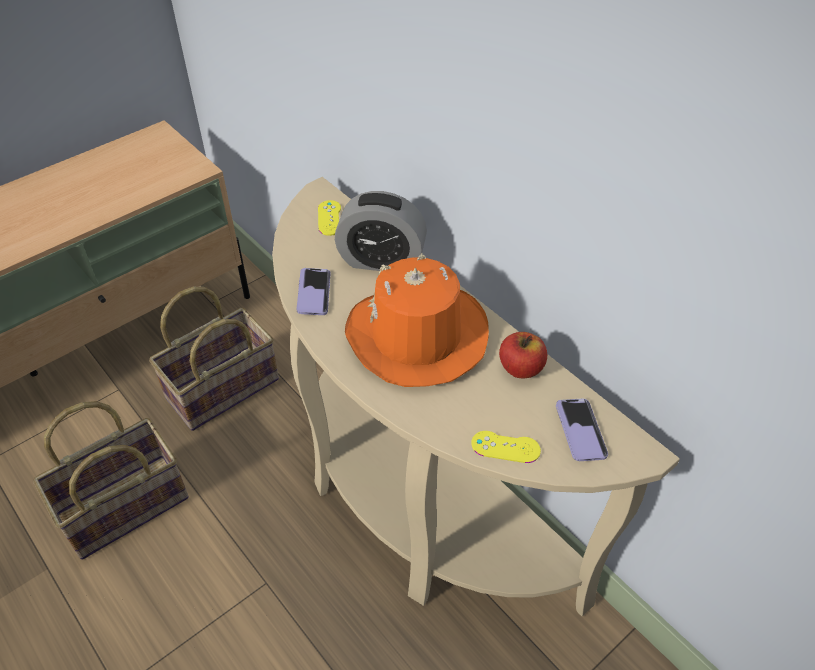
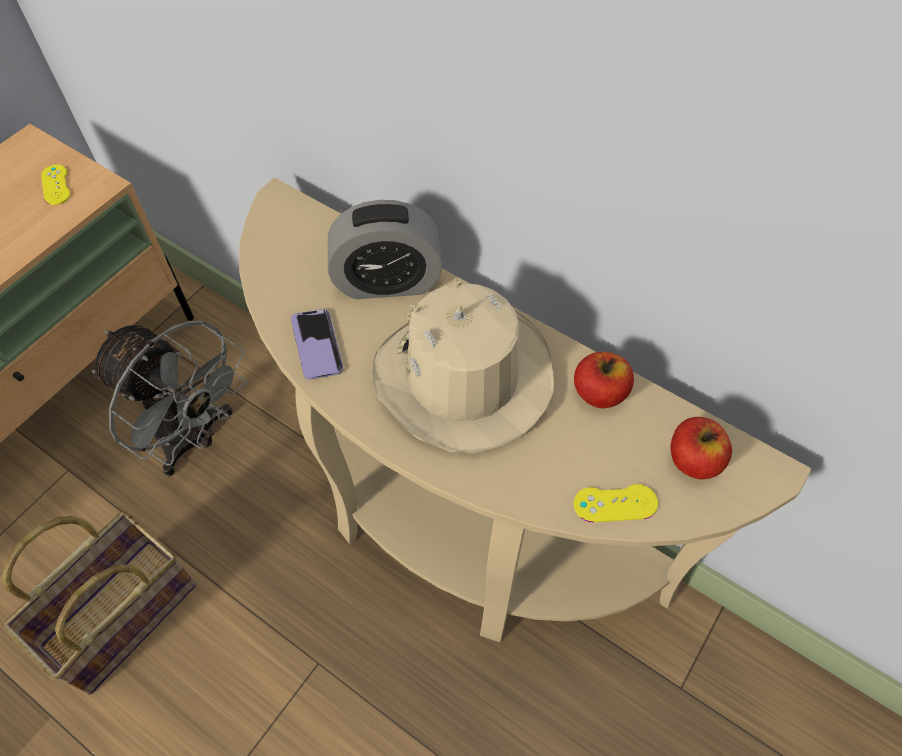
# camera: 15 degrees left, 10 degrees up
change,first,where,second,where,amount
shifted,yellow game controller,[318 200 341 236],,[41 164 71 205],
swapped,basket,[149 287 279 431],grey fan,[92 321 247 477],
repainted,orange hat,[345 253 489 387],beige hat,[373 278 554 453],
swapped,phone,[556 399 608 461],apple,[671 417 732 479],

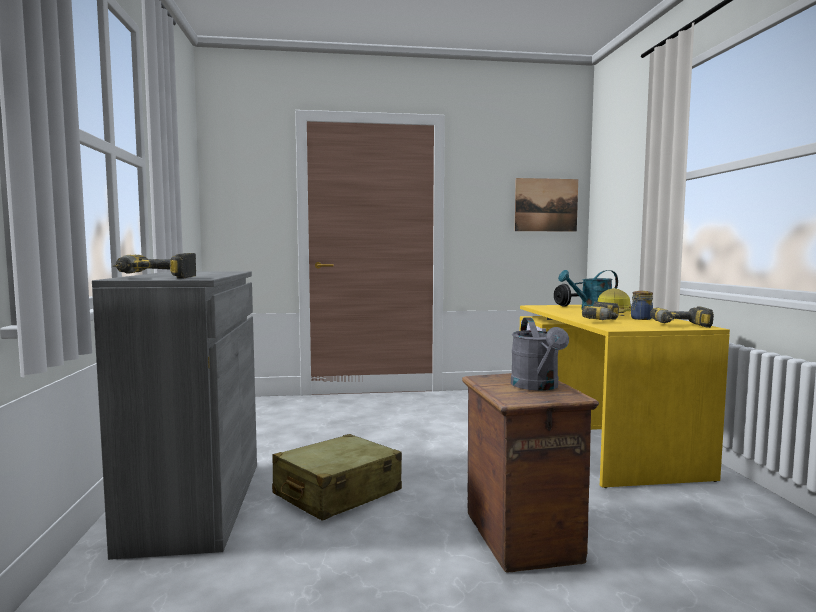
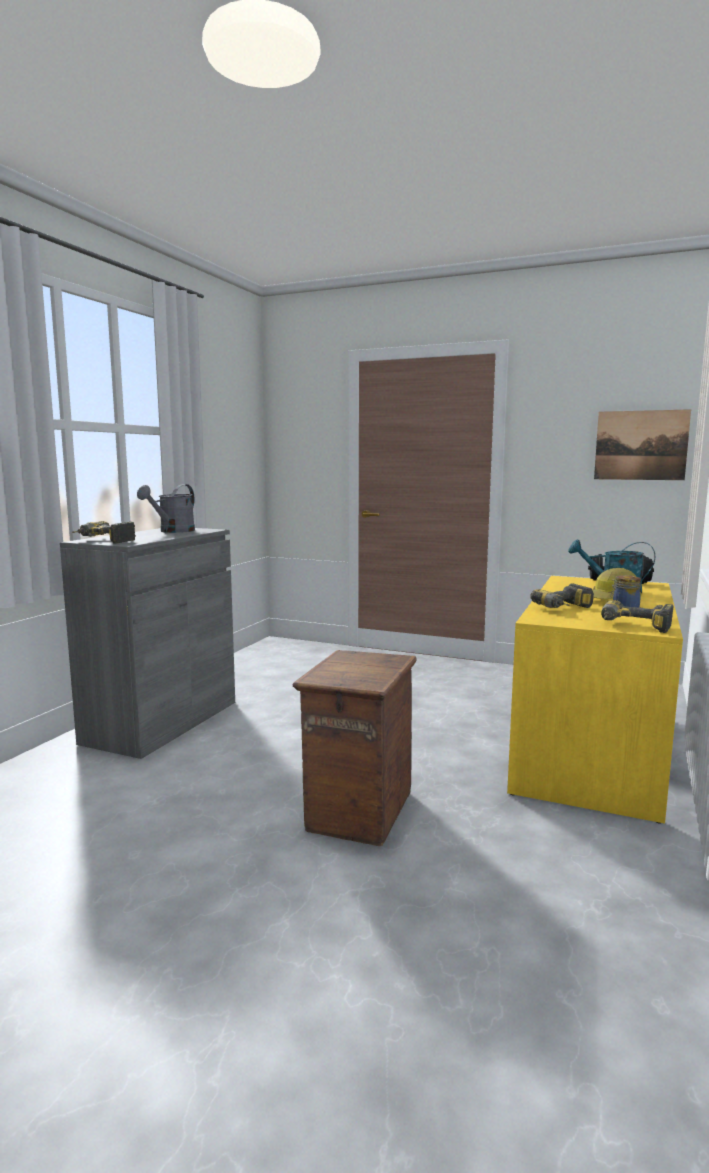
# camera: 30 degrees right, 5 degrees up
change,first,where,second,where,amount
shifted,grey watering can,[511 317 569 391],,[137 484 195 533],
gone,beige suitcase,[272 434 402 521],,,

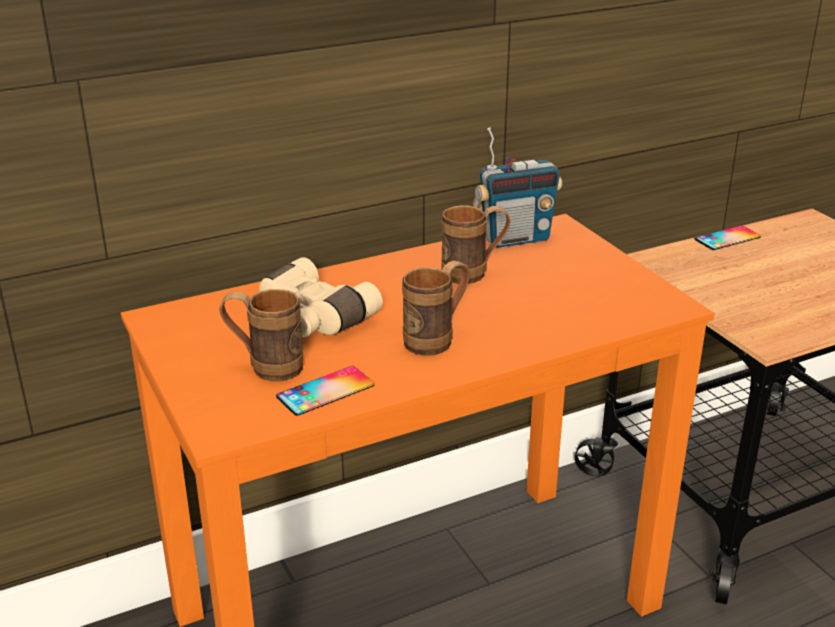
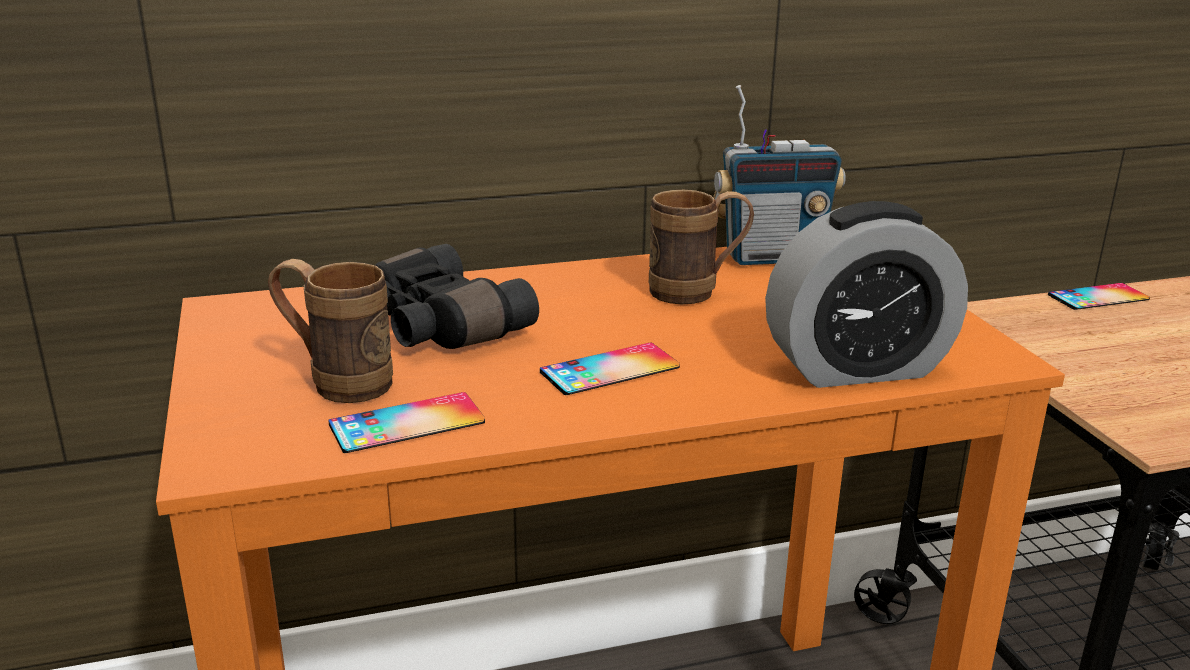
# camera: 10 degrees right, 5 degrees down
change,first,where,second,where,amount
repainted,beige binoculars,[259 257 383 337],black binoculars,[375 244 539 349],
swapped,brown mug,[402 261 470 356],phone,[540 343 680 395],
new,,,alarm clock,[765 201 968 388],

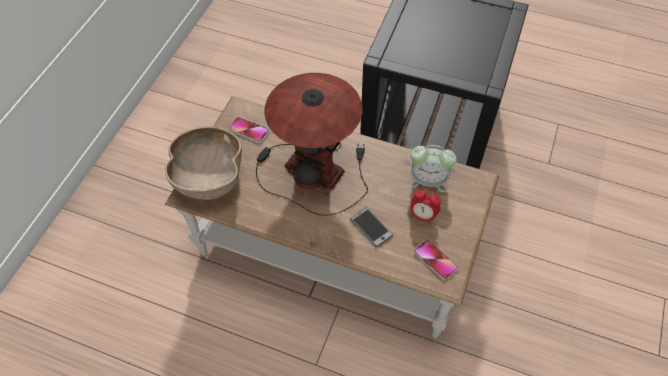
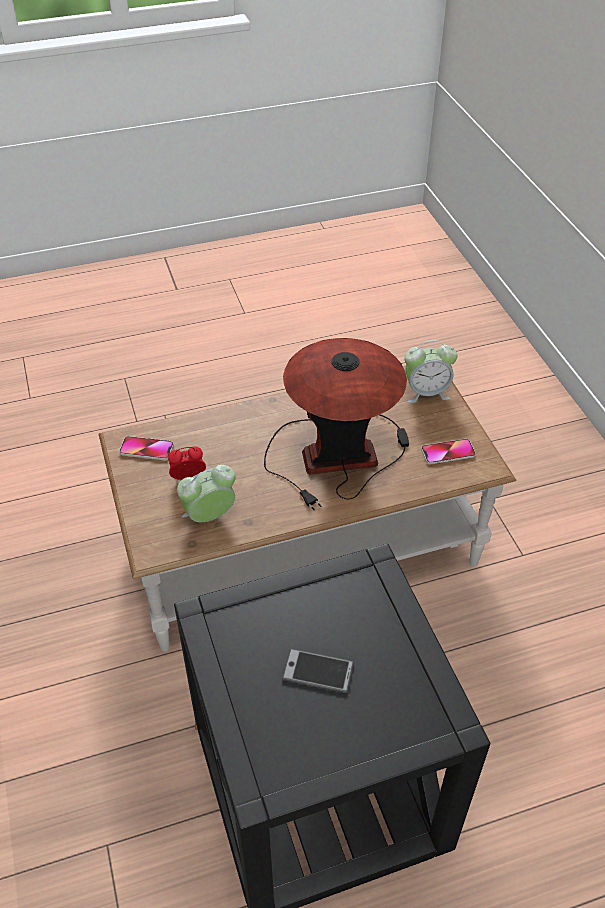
# camera: 140 degrees right, 10 degrees down
change,first,where,second,where,amount
shifted,phone,[350 207 393 248],,[282 649 354 693],
swapped,brown bowl,[165 126 242 200],alarm clock,[404 340 458 403],

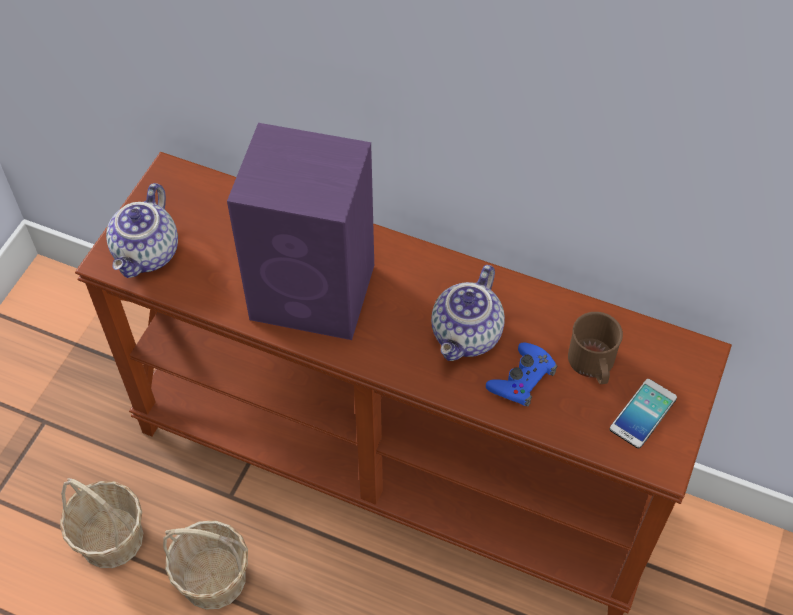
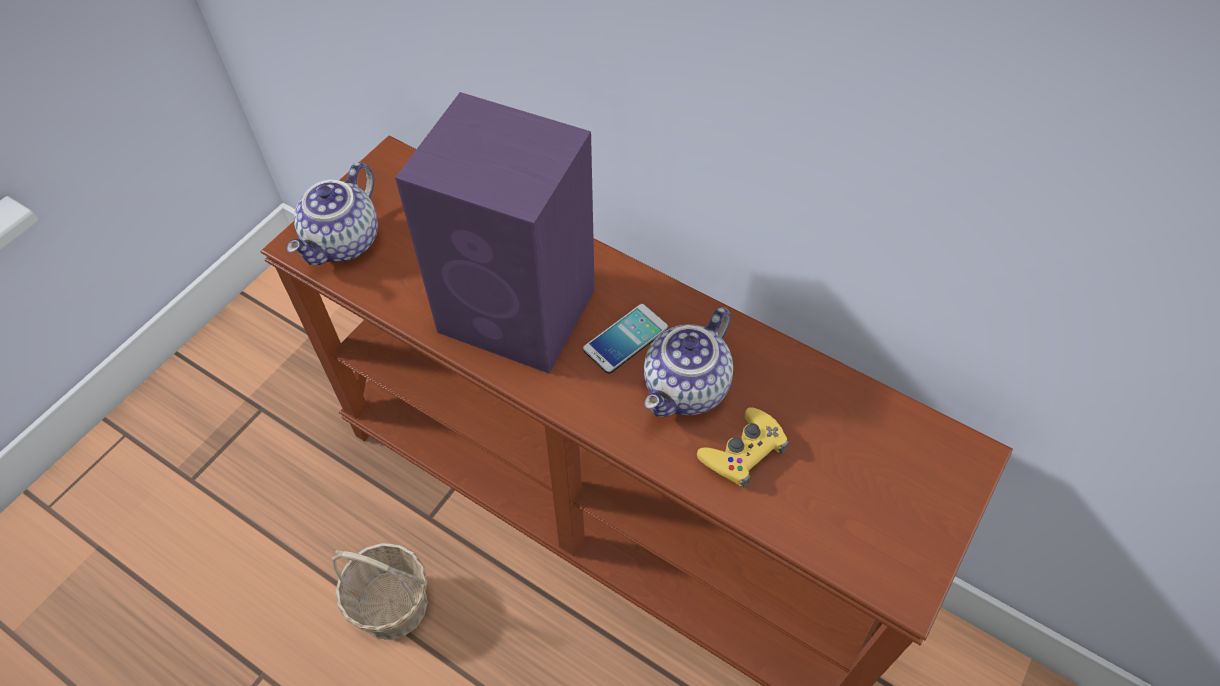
# camera: 10 degrees right, 0 degrees up
change,first,where,second,where,amount
shifted,phone,[610 379 677 449],,[583 304 668 374],
repainted,blue game controller,[486 343 557 407],yellow game controller,[697 407 789 488],
gone,basket,[60 478 143 568],,,
gone,brown mug,[568 312 623 384],,,

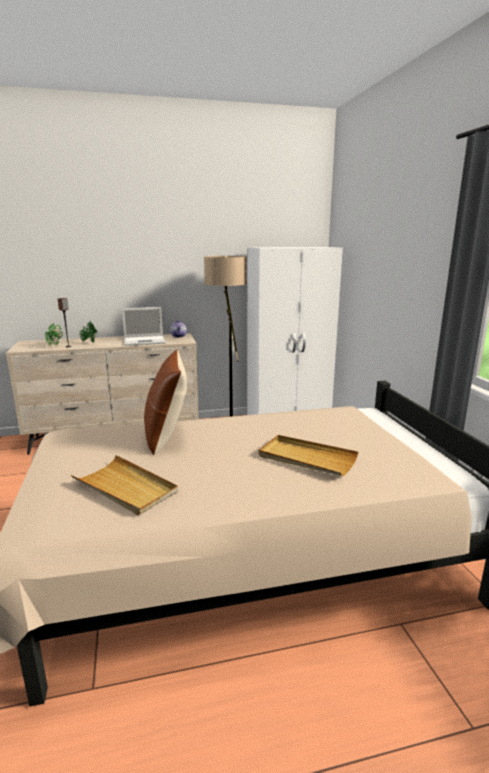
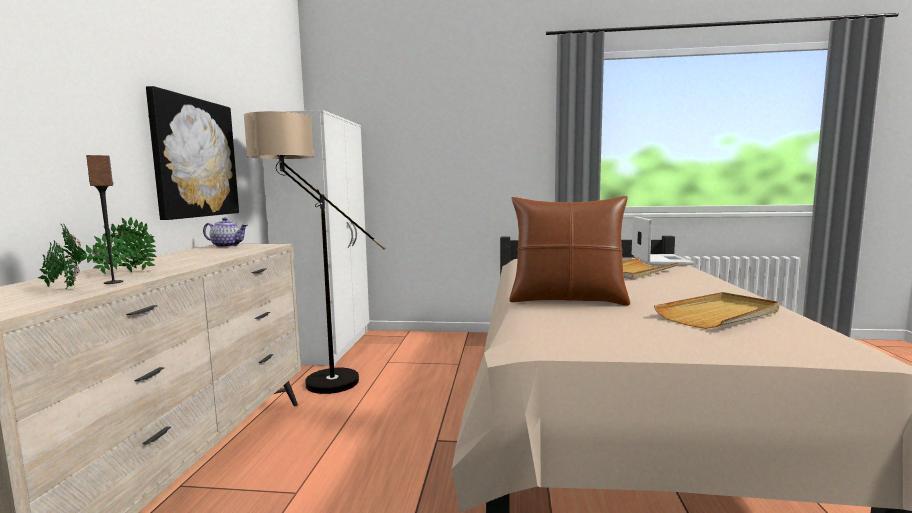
# camera: 70 degrees left, 10 degrees down
change,first,where,second,where,amount
new,,,picture,[146 86 239 220],
shifted,laptop,[122 307 166 346],,[632 216 694 265],

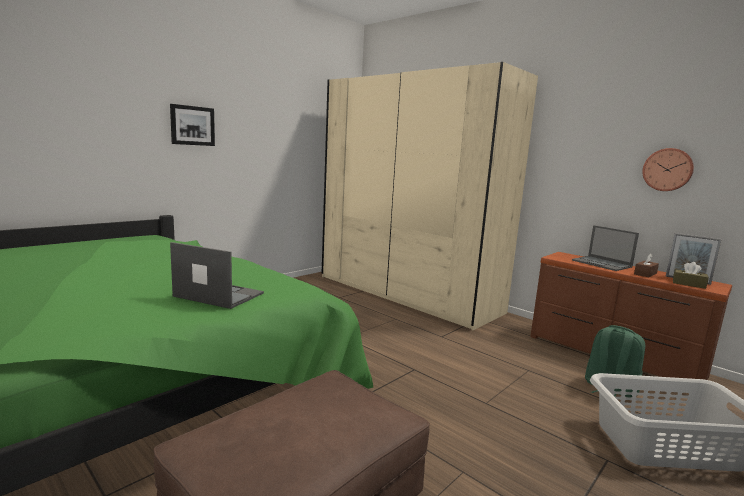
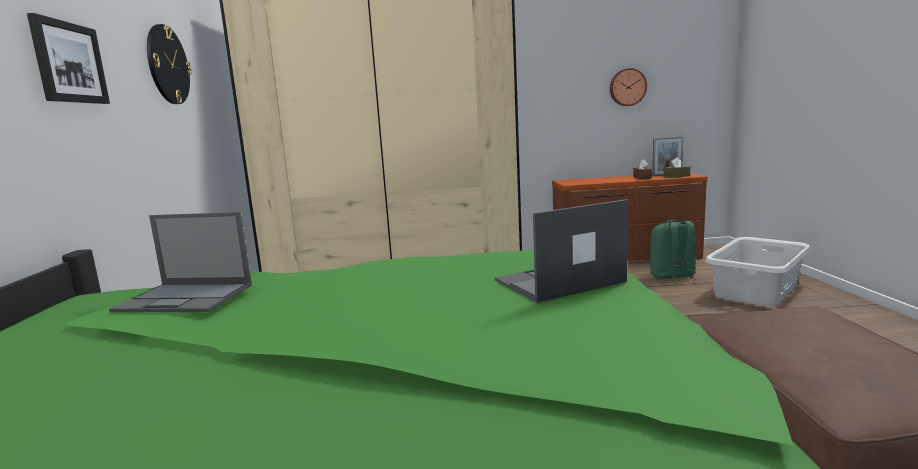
# camera: 45 degrees left, 0 degrees up
change,first,where,second,where,amount
shifted,laptop,[572 225 639 271],,[109 212 252 313],
new,,,wall clock,[147 24 192 104],

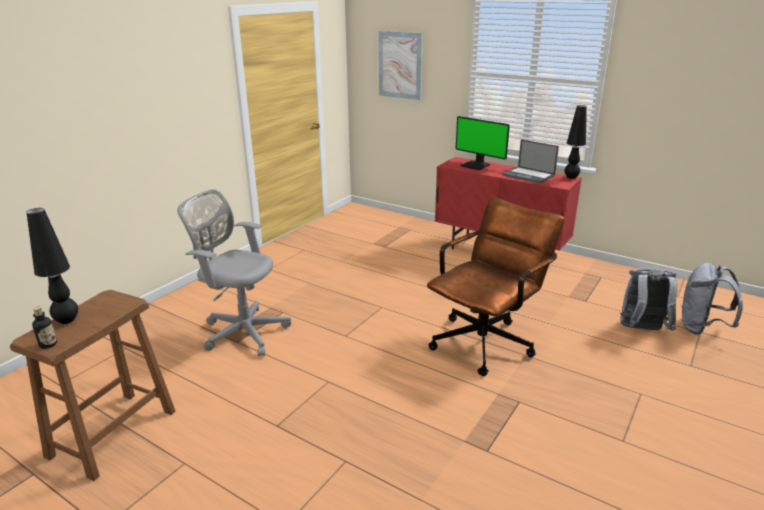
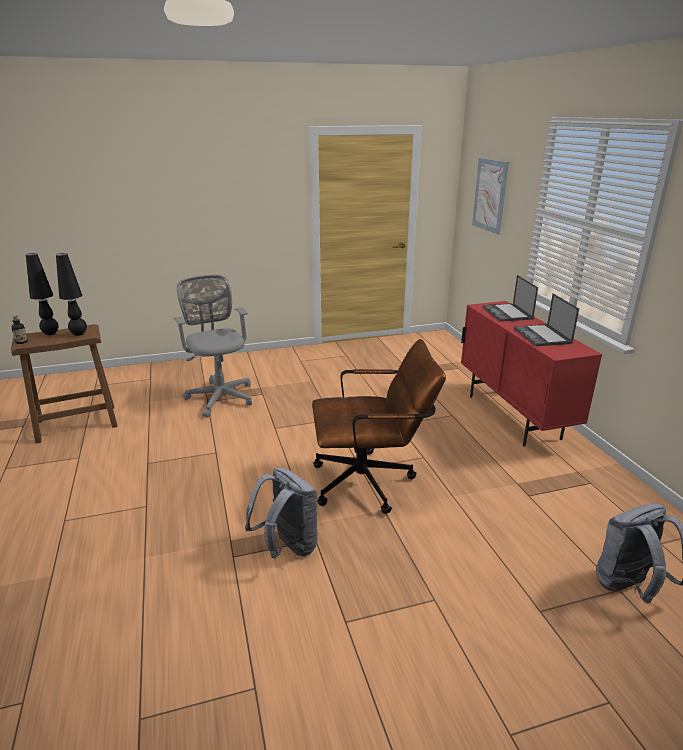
# camera: 40 degrees right, 0 degrees up
change,first,where,second,where,amount
shifted,black table lamp,[565 105 587 179],,[56 253 87 336],
shifted,grey backpack,[620 269 678 331],,[245 467 318 559],
swapped,monitor,[456 116 510 170],laptop,[483 275 538 322],

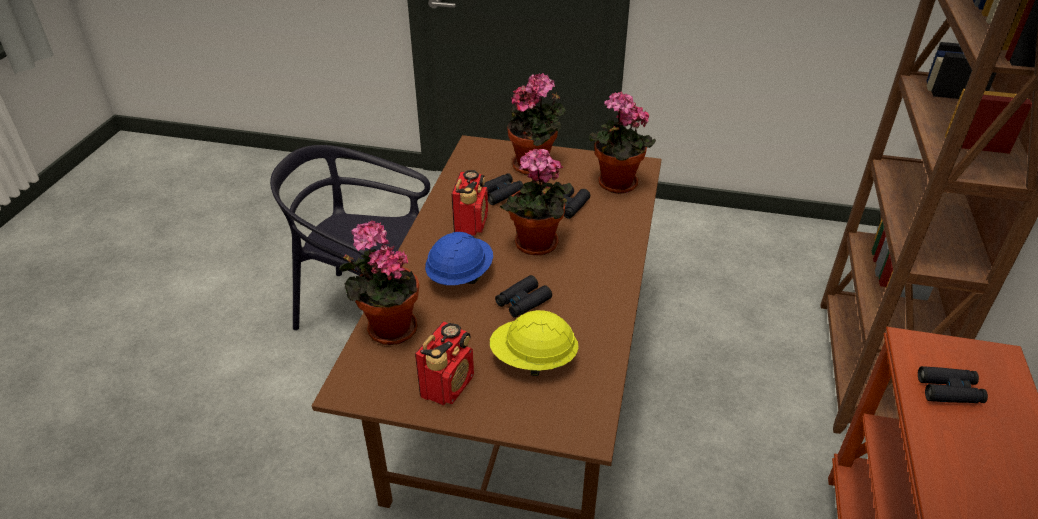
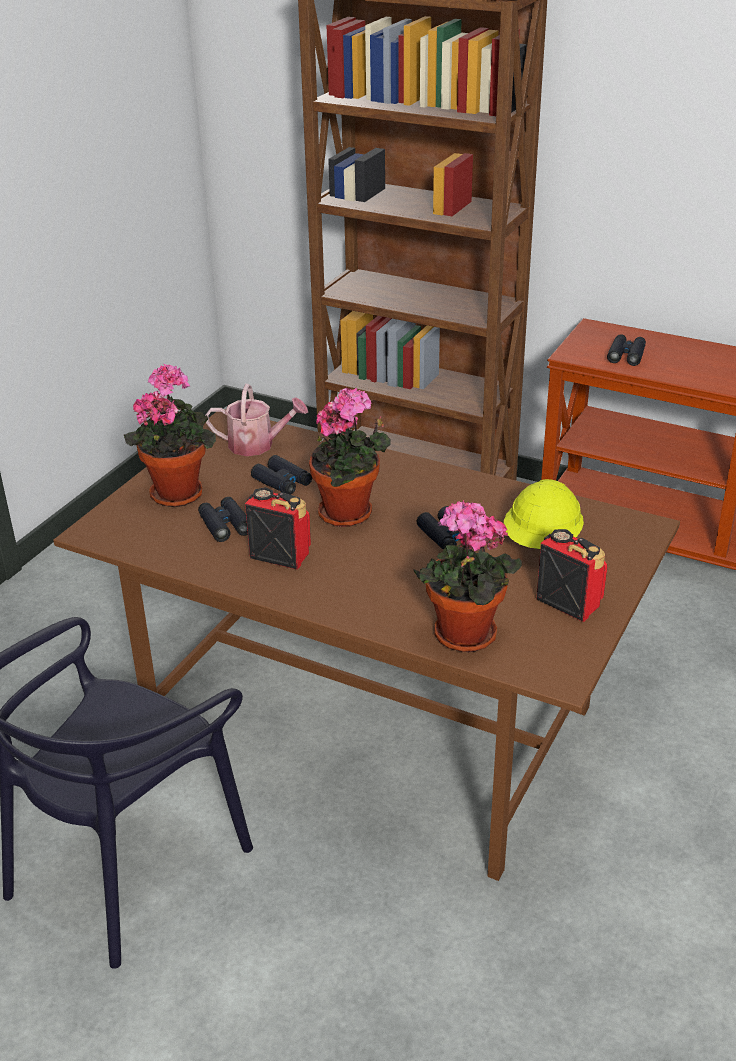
# camera: 75 degrees left, 5 degrees down
change,first,where,second,where,amount
swapped,potted plant,[589 92 656 194],watering can,[205 384 308 456],
gone,blue hard hat,[425 232 493 285],,,

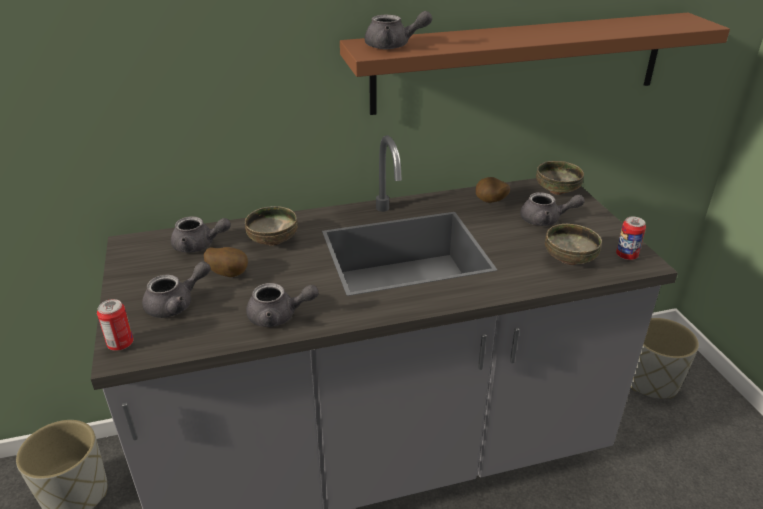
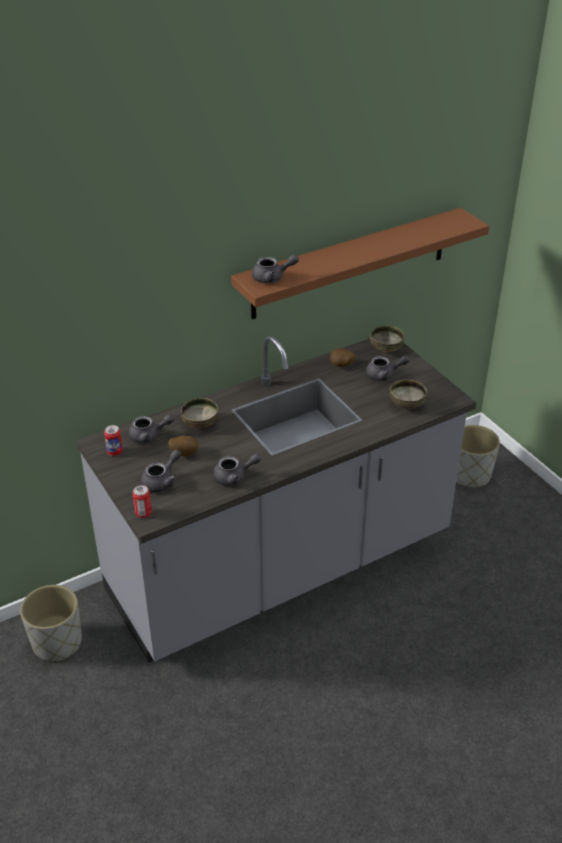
# camera: 15 degrees left, 5 degrees up
change,first,where,second,where,amount
shifted,can,[616 217 646 260],,[104 425 123 456],

